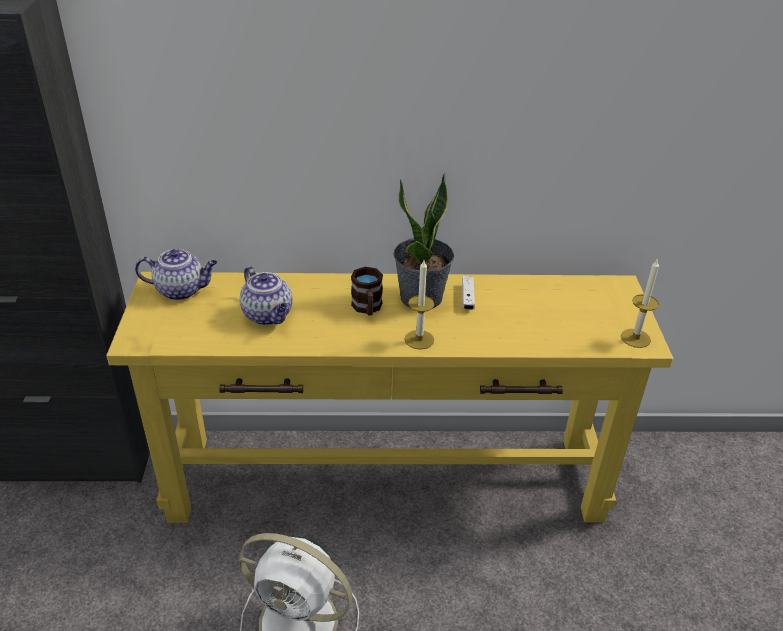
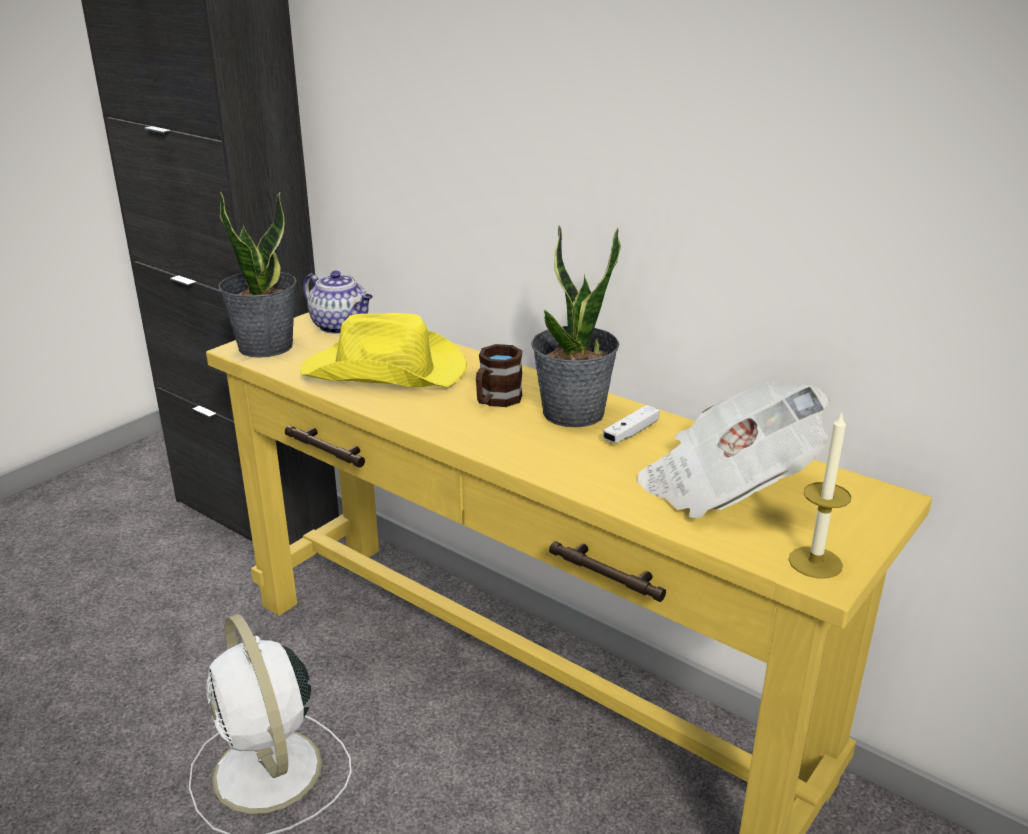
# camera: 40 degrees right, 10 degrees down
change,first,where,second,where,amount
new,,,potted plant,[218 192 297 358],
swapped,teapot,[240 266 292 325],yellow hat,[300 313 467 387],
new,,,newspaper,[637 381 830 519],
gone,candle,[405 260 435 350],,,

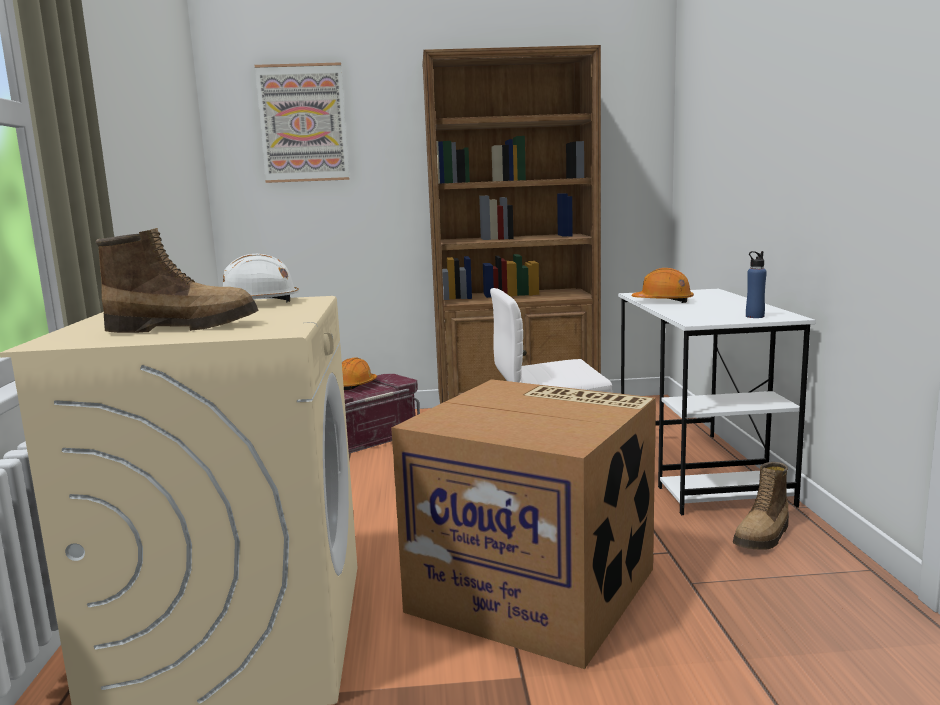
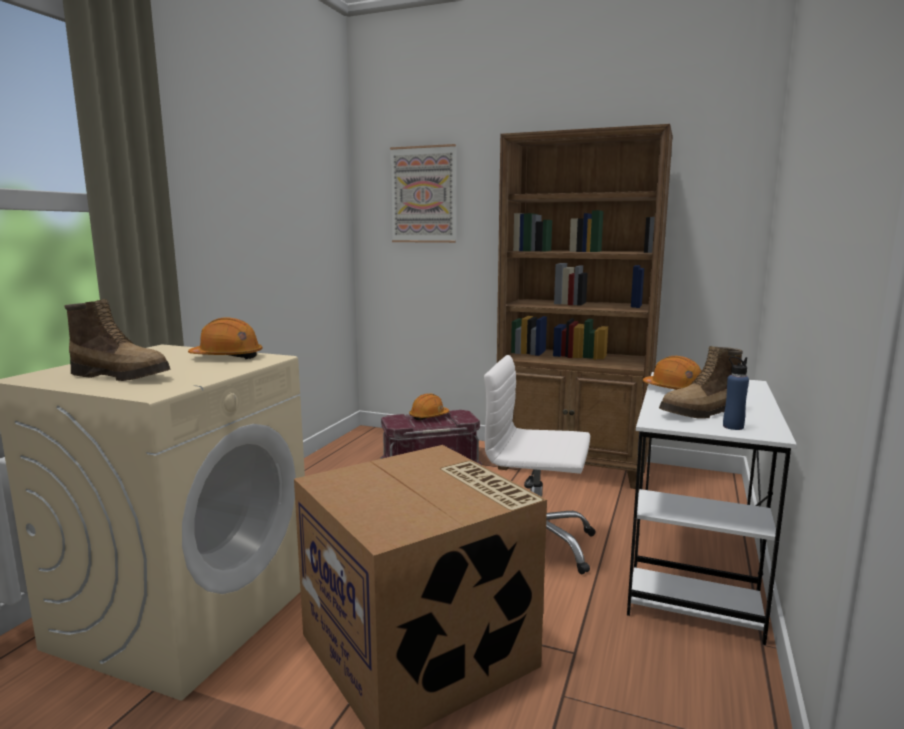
# camera: 25 degrees right, 0 degrees up
change,first,where,second,where,amount
repainted,white hard hat,[223 254 299 303],orange hard hat,[188 317 263 359],
shifted,boot,[733 462 789 550],,[659 346 743 418],

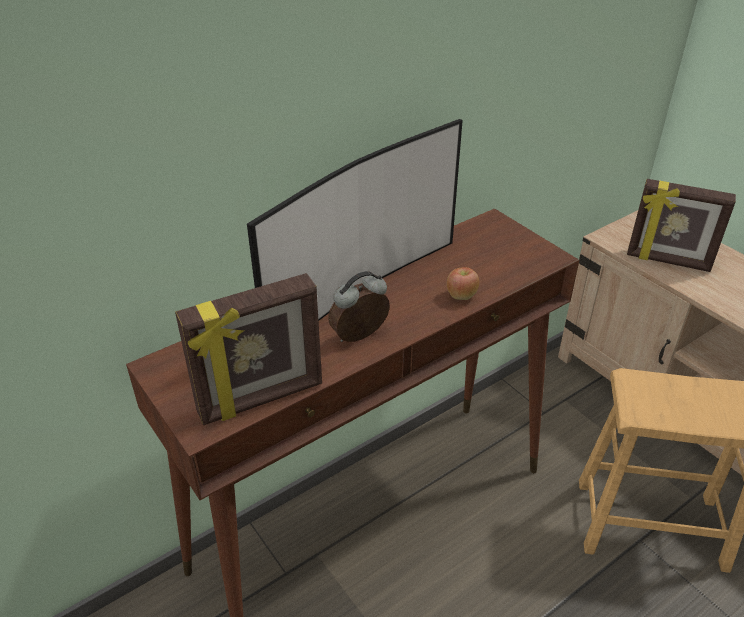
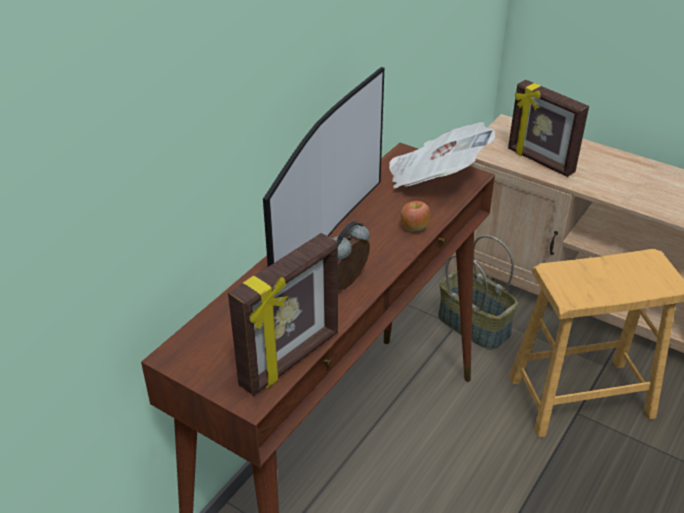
# camera: 20 degrees left, 0 degrees up
change,first,where,second,where,amount
new,,,newspaper,[389 122 495 188],
new,,,basket,[438 235 518 350],
rotated,picture frame,[627 179 736 272],,[508 80 589 177],45 degrees clockwise

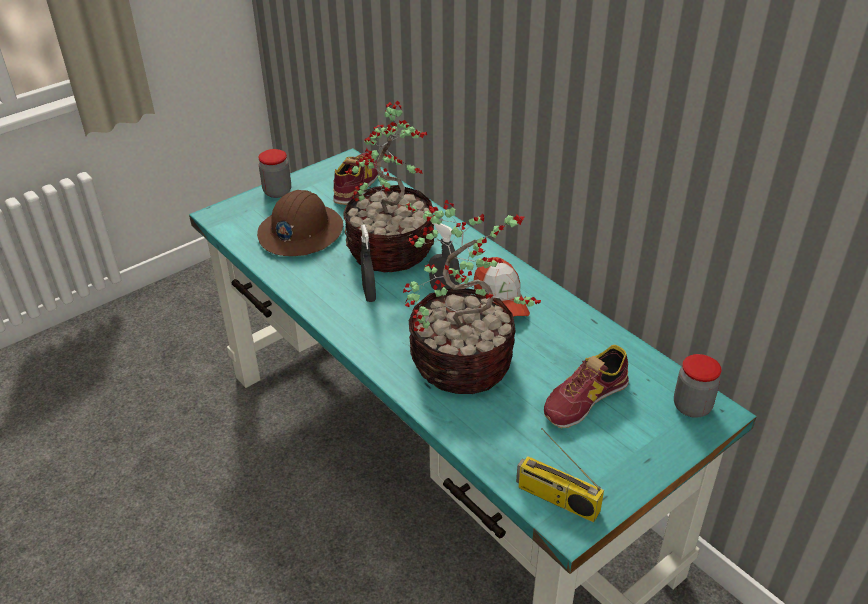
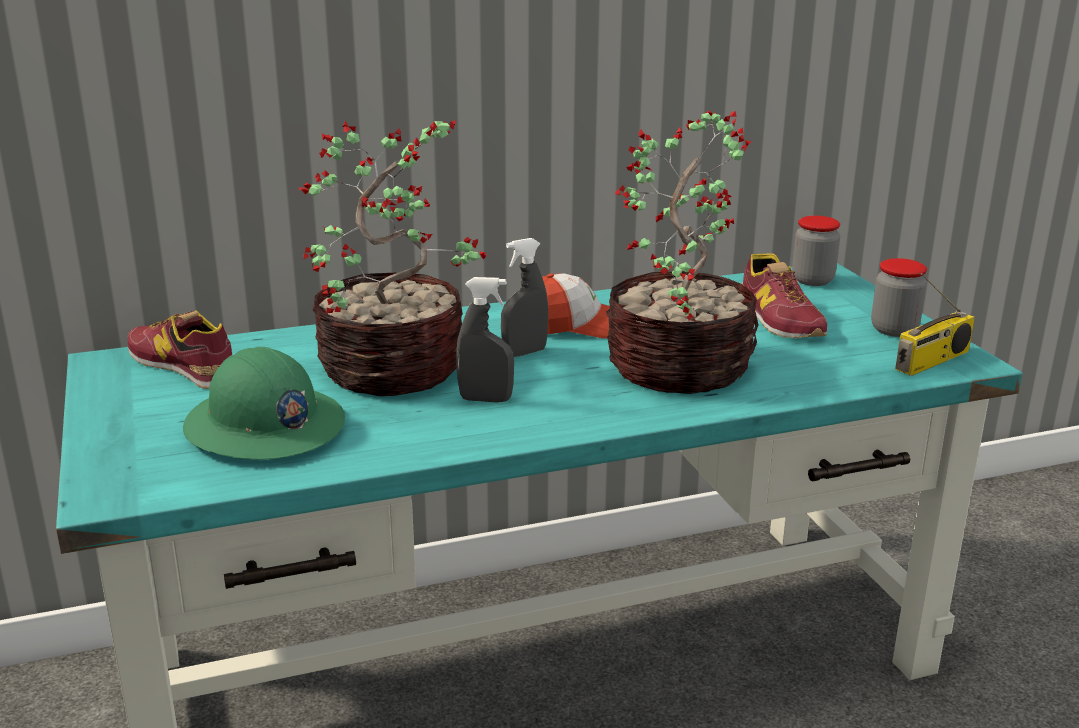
# camera: 70 degrees left, 15 degrees down
change,first,where,second,where,amount
repainted,brown hard hat,[257 190 343 256],green hard hat,[183 347 345 460],
shifted,jar,[258 149 291 198],,[871 258 927 337],

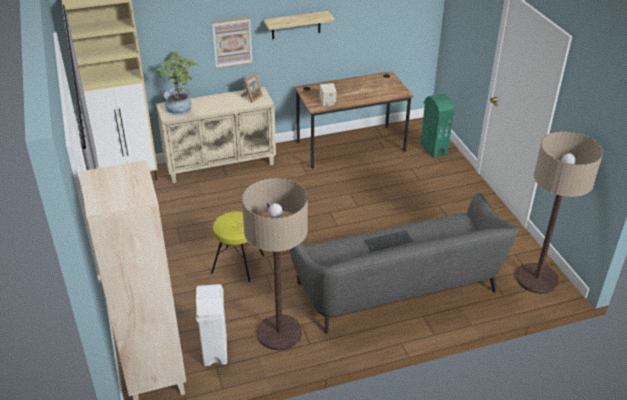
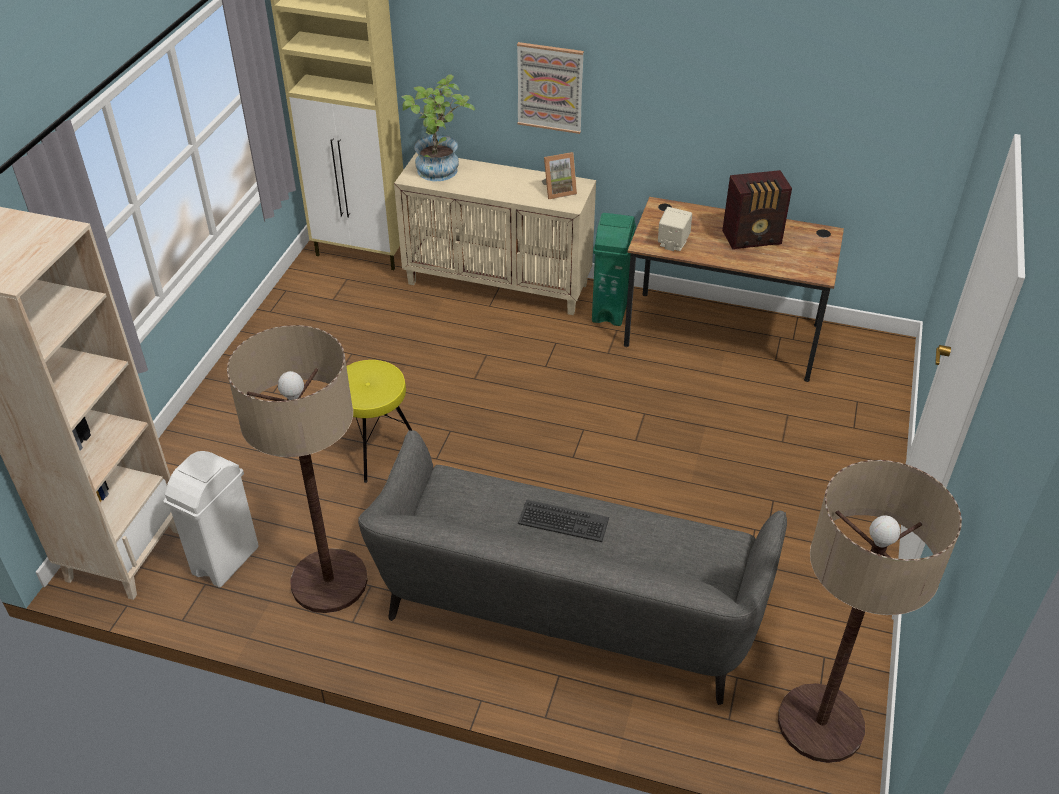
# camera: 35 degrees right, 5 degrees up
change,first,where,second,where,amount
shifted,green trash can,[420 93 455 158],,[592 213 636 326],
new,,,radio,[722 170 792 250],
gone,shelf,[263 11 335 39],,,

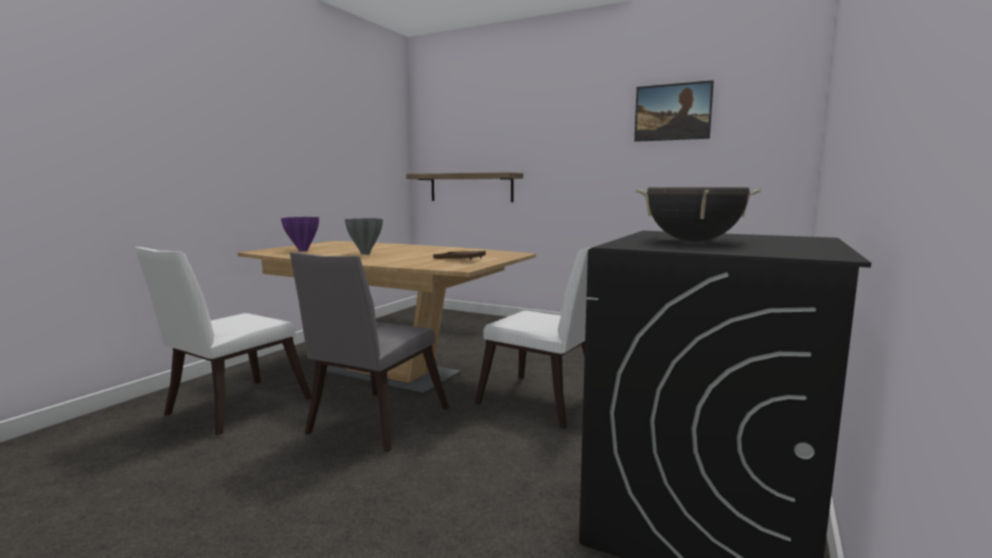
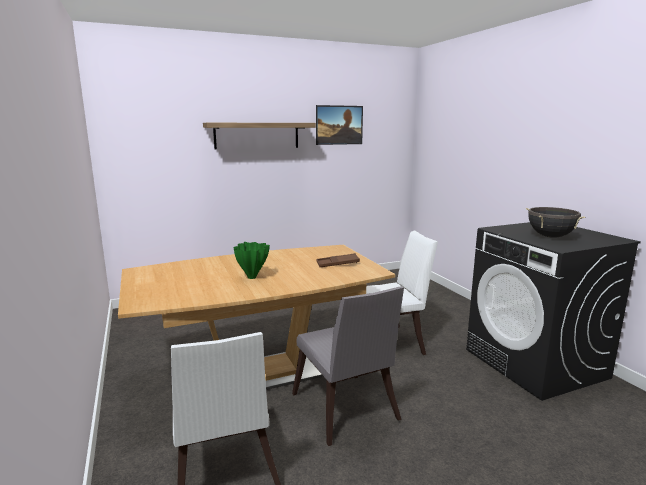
# camera: 50 degrees left, 5 degrees up
change,first,where,second,where,amount
shifted,shelf,[406 172 523 202],,[203 123 316 149],
repainted,grey vase,[345 218 383 255],green vase,[234 242 270 279],
gone,purple vase,[281 217 319 252],,,

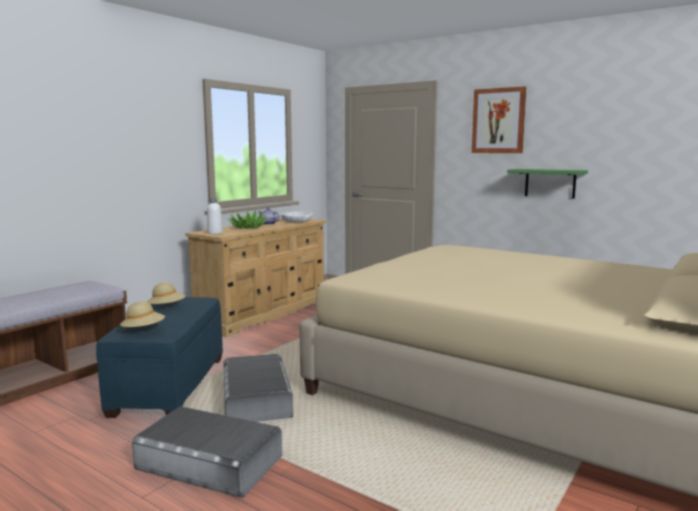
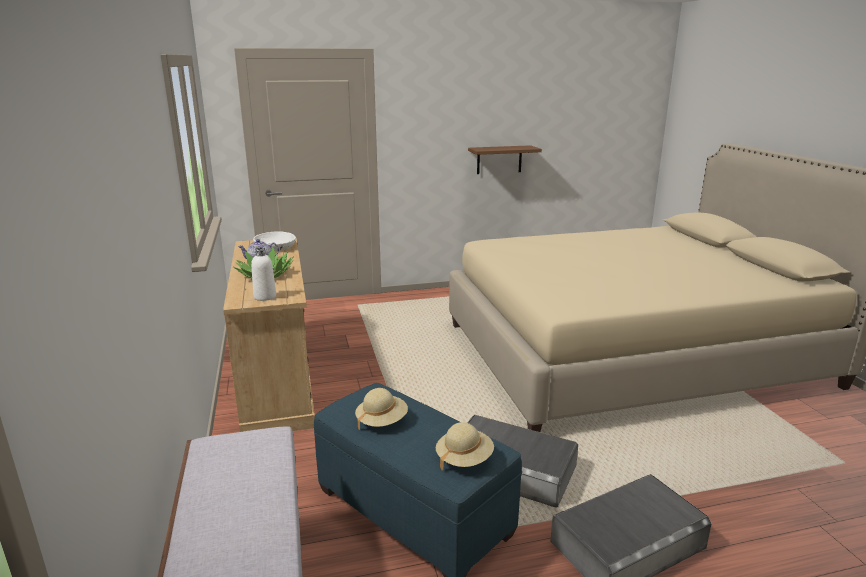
# camera: 50 degrees left, 10 degrees up
change,first,where,second,where,amount
repainted,green shelf,[507 169 588 199],brown shelf,[468 145 542 174],
gone,picture,[472 86 526 153],,,

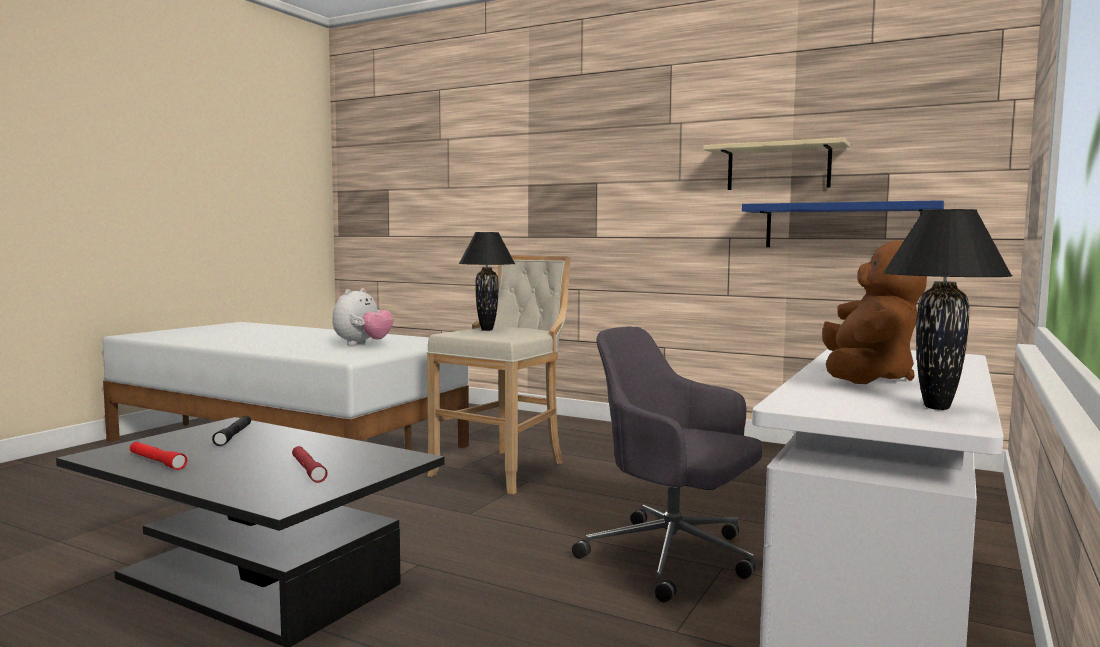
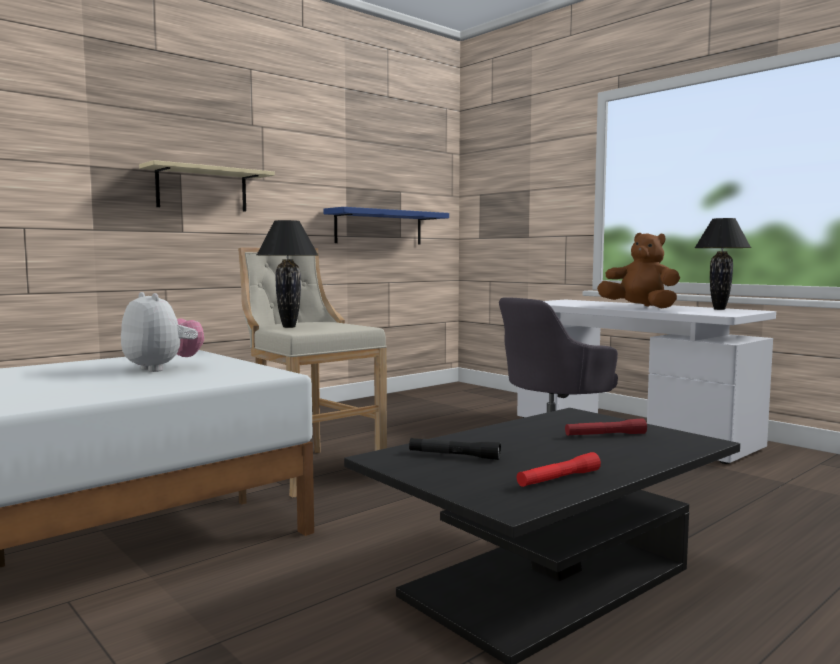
# camera: 70 degrees left, 0 degrees up
change,first,where,second,where,amount
shifted,beige shelf,[703 138 850 190],,[139 160 275 212],

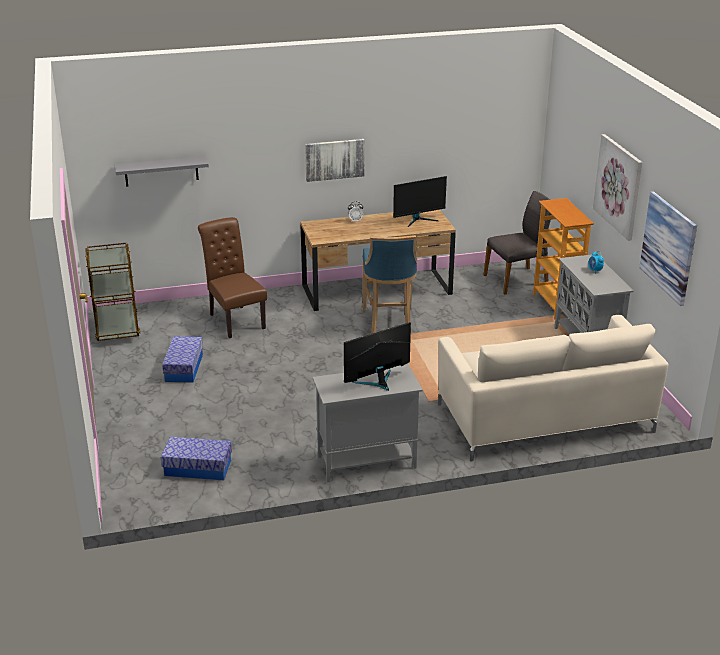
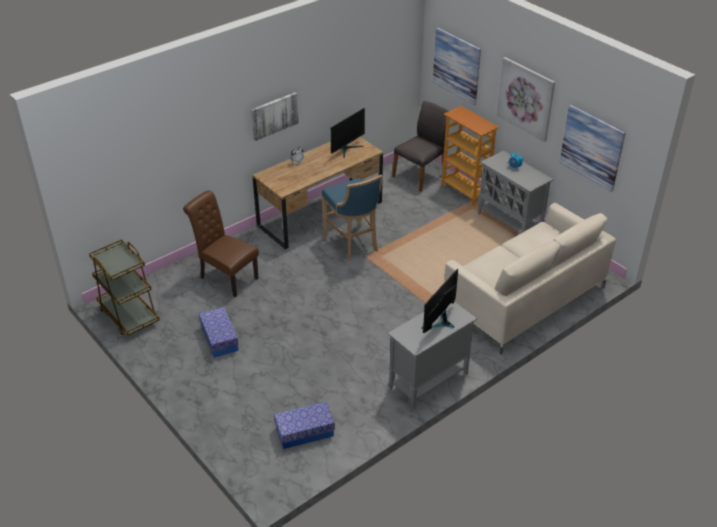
# camera: 25 degrees left, 10 degrees up
change,first,where,second,where,amount
new,,,picture,[433 27 481 105],
gone,grey shelf,[114 156 209 187],,,

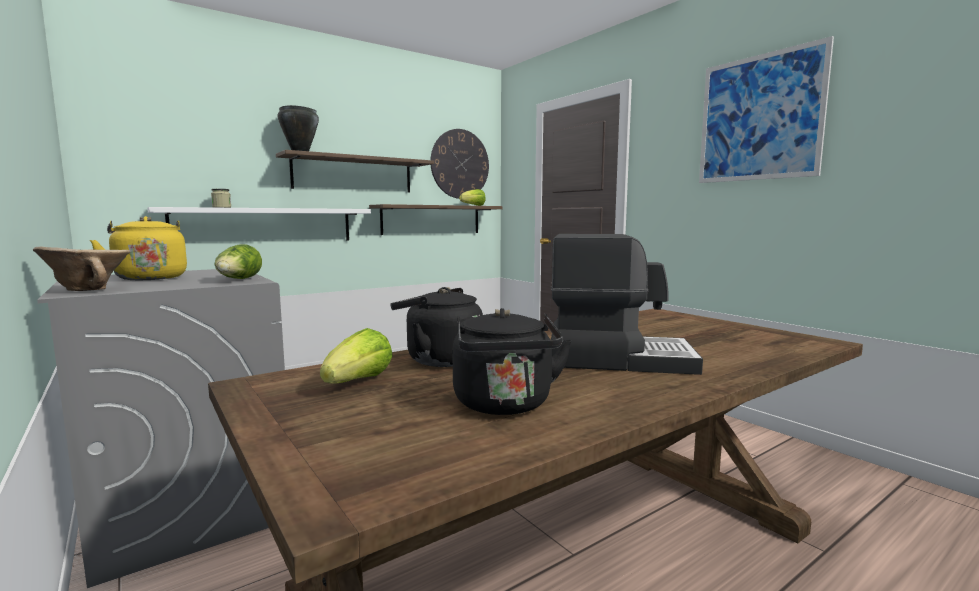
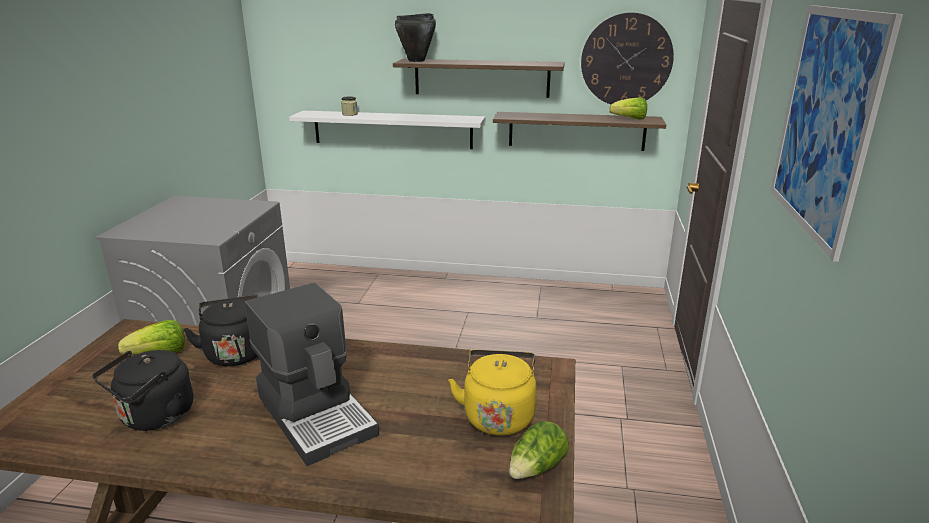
# camera: 45 degrees right, 15 degrees up
change,first,where,second,where,amount
shifted,yellow kettle,[90 216 187 280],,[448 350 536 436],
shifted,lettuce,[214 244 262 279],,[509 421 569 479],
gone,beige bowl,[33 247 131 291],,,

